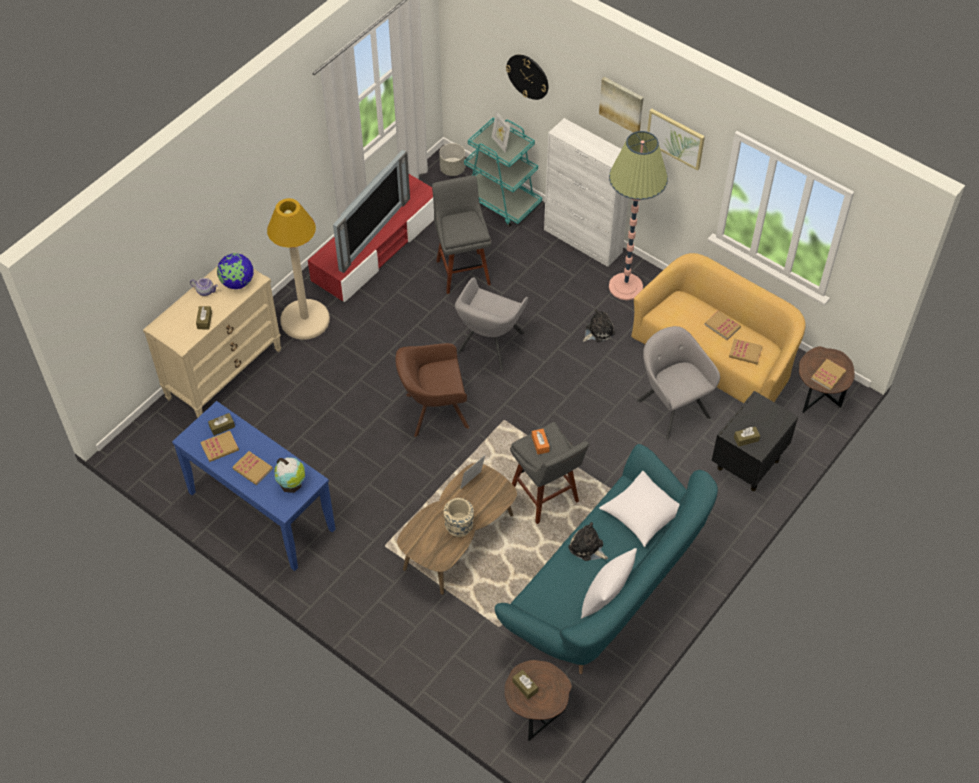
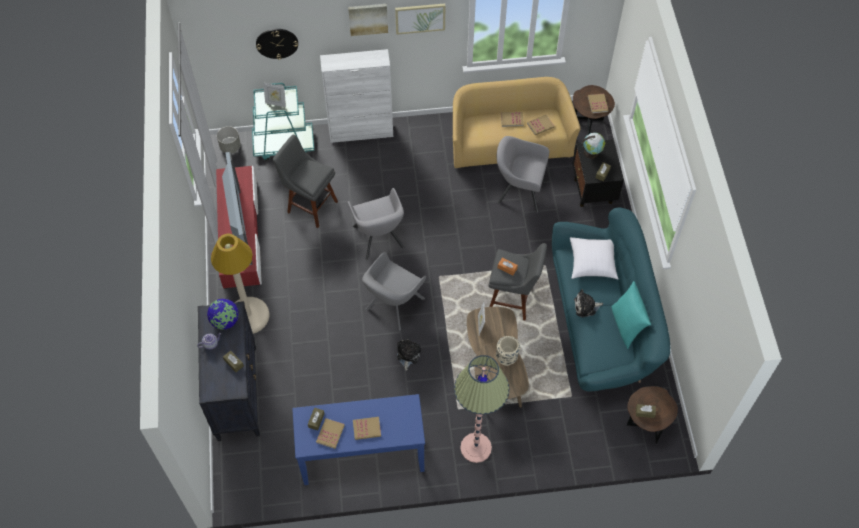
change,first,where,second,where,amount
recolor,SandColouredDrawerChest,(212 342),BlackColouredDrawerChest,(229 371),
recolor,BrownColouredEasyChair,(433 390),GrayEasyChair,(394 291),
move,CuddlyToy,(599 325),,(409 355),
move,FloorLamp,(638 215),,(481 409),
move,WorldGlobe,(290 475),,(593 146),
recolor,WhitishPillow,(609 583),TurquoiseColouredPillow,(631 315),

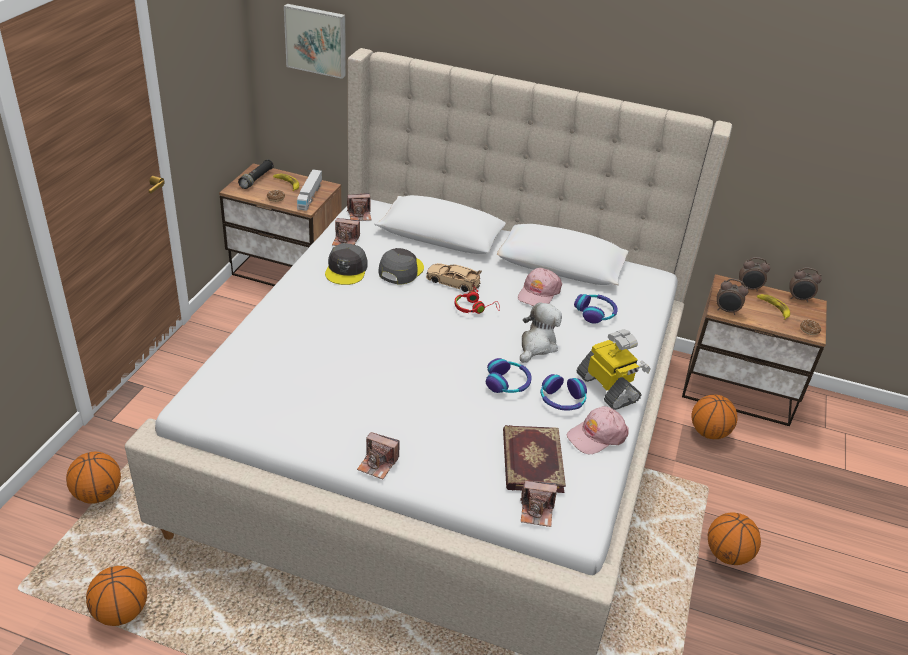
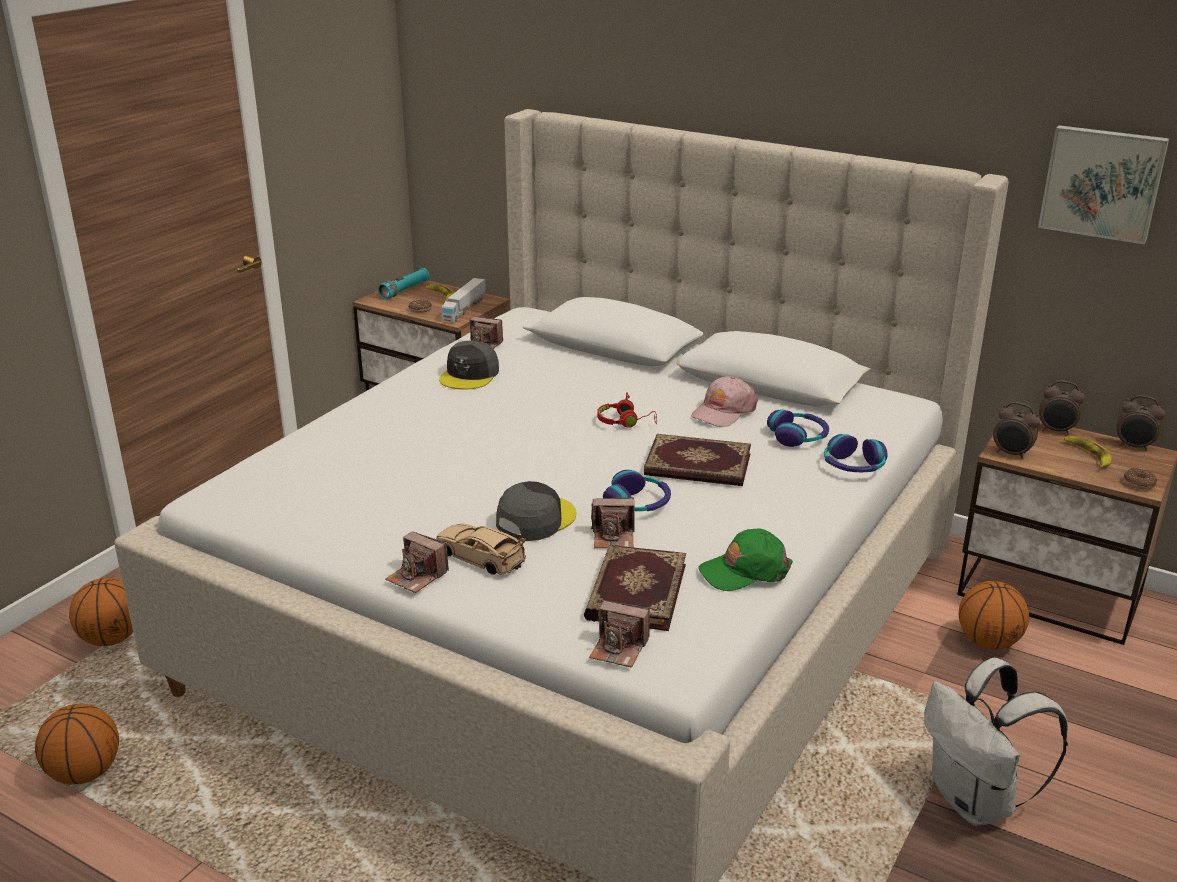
change,first,where,second,where,amount
recolor,BlackColouredTorch,(256 174),TurquoiseColouredTorch,(404 283),
move,SandColouredToyCar,(454 277),,(481 549),
move,GrayPeakedCap,(401 266),,(536 511),
move,PhotoCamera,(359 207),,(613 522),
replace,CuddlyToy,(541 332),Book,(697 460),
recolor,PinkColouredPeakedCap,(597 430),GreenPeakedCap,(745 560),
move,PairOfHeadphones,(564 392),,(856 453),
replace,BallForBasketball,(734 538),WhitishKnapsack,(996 742),
move,WallArt,(315 41),,(1103 184),
delete,RobotFigure,(614 369),,,

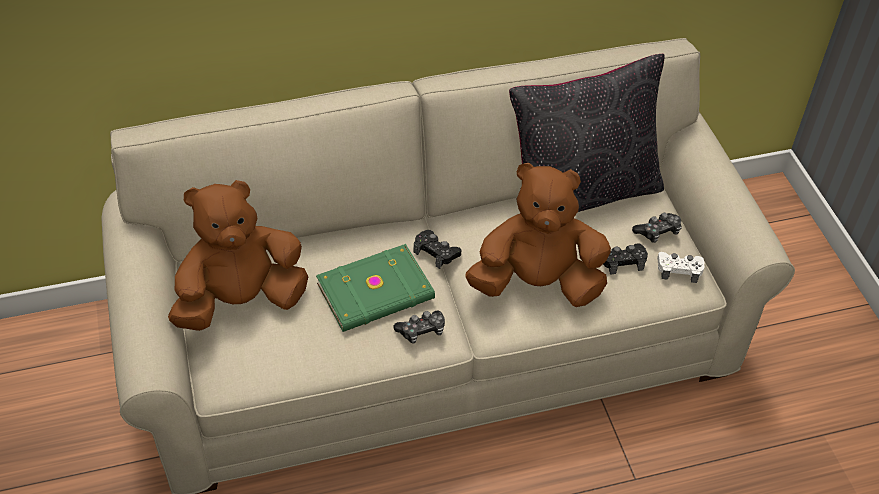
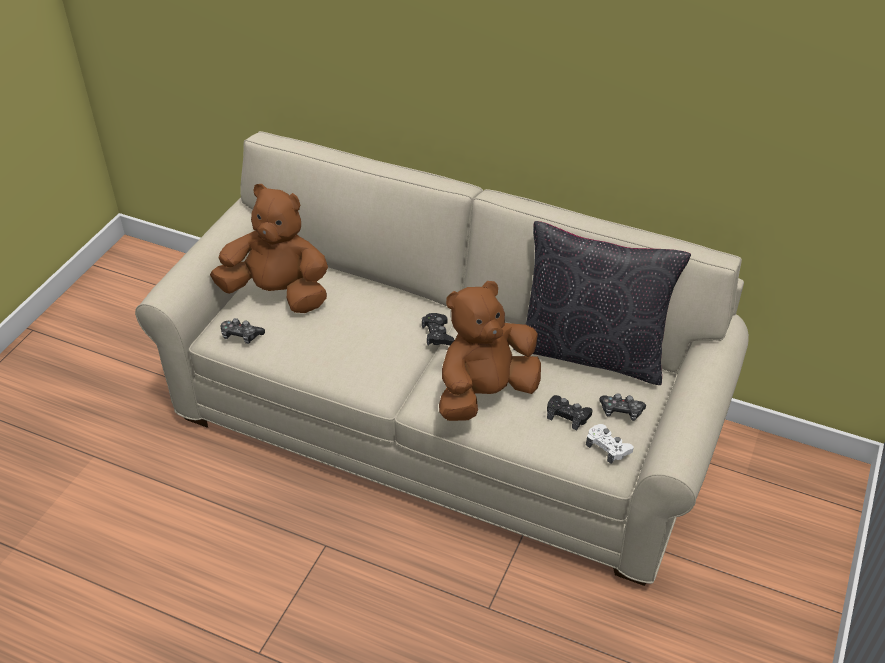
change,first,where,second,where,amount
move,Gamepad,(419 327),,(243 331),
rotate,BrownColouredCuddlyToy,(538 235),,(490 351),75 degrees counterclockwise
delete,GreenBook,(375 288),,,

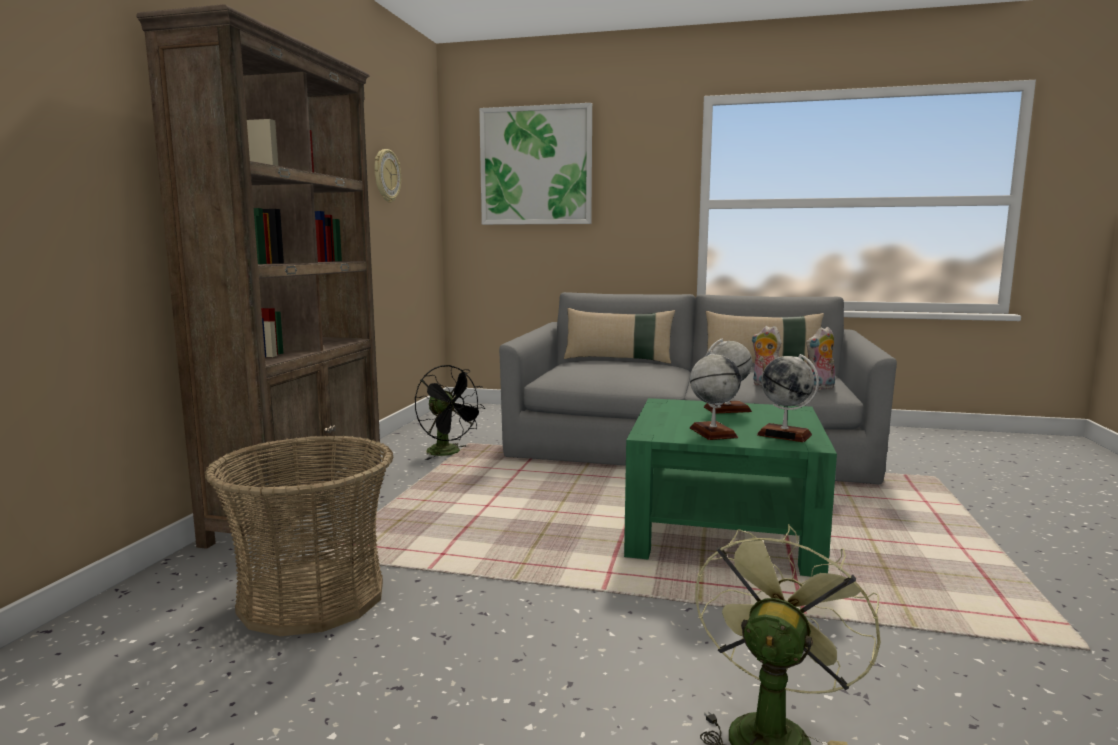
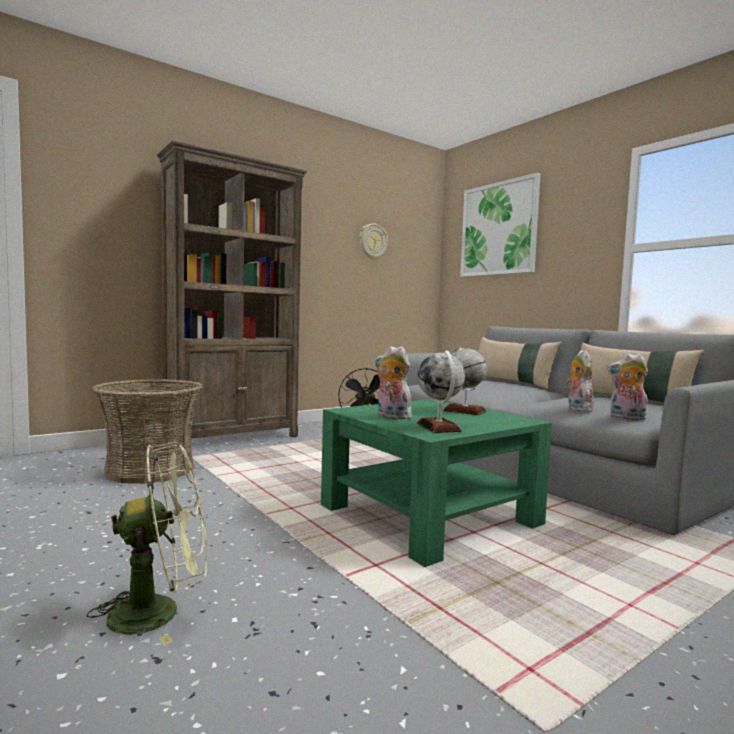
change,first,where,second,where,amount
replace,WorldGlobe,(715 395),CuddlyToy,(393 382),

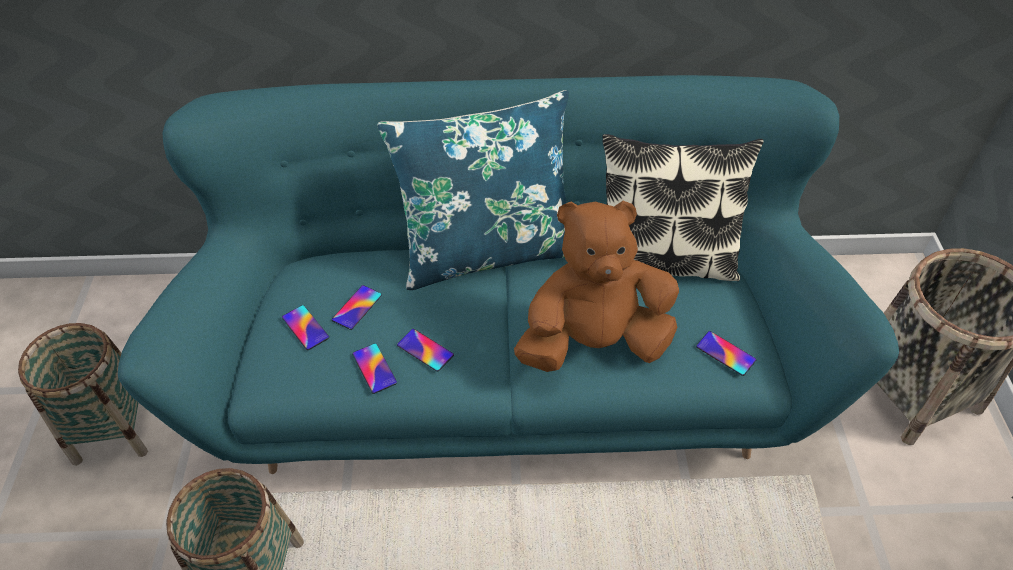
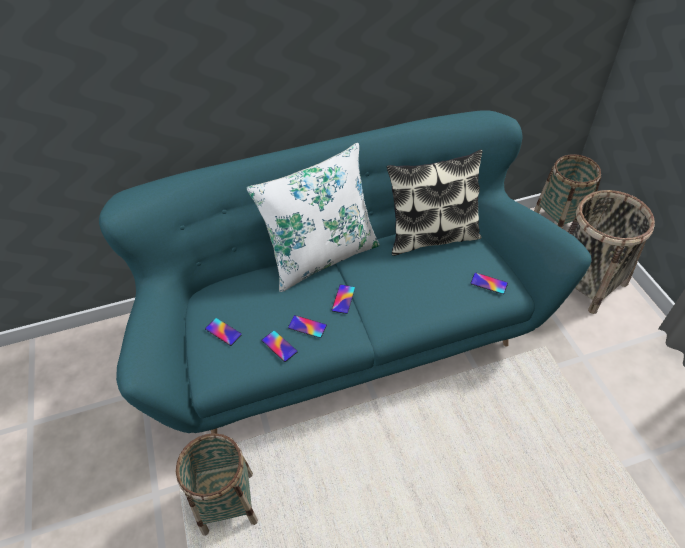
change,first,where,second,where,amount
recolor,BluishPillow,(473 190),WhitishPillow,(313 217),
move,Phone,(357 307),,(343 299),
move,Basket,(83 394),,(567 191),
delete,BrownColouredCuddlyToy,(596 286),,,

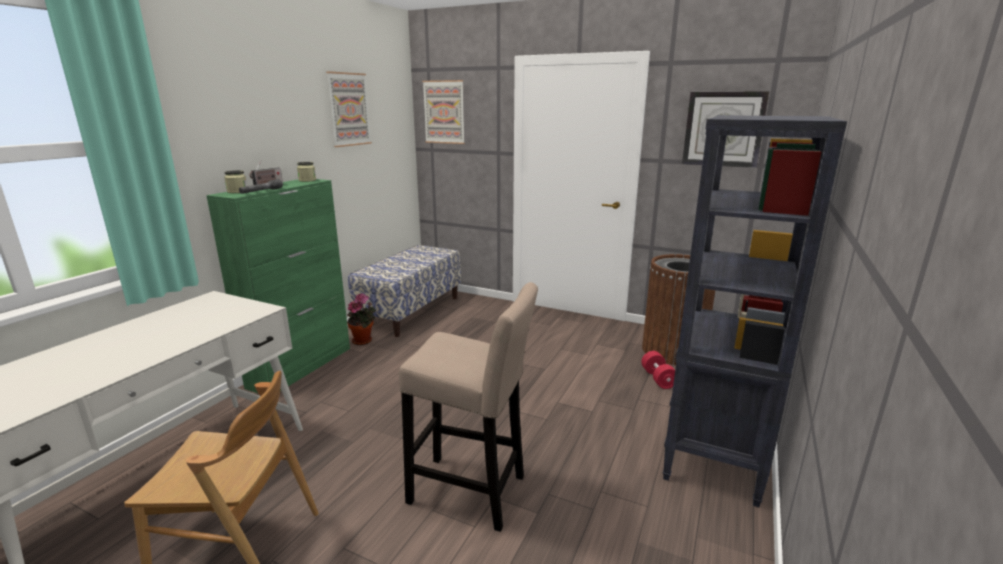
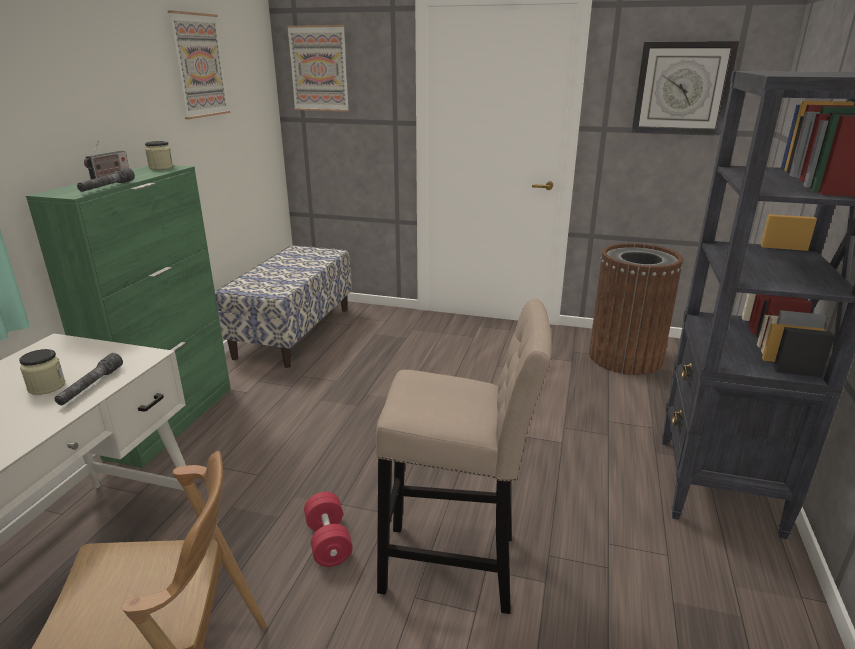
change,first,where,second,where,amount
move,Jar,(235 181),,(42 372),
insert,,,GrayTorch,(89 379),
move,RedFreeWeight,(658 370),,(328 529),
delete,PlantInAPot,(361 319),,,

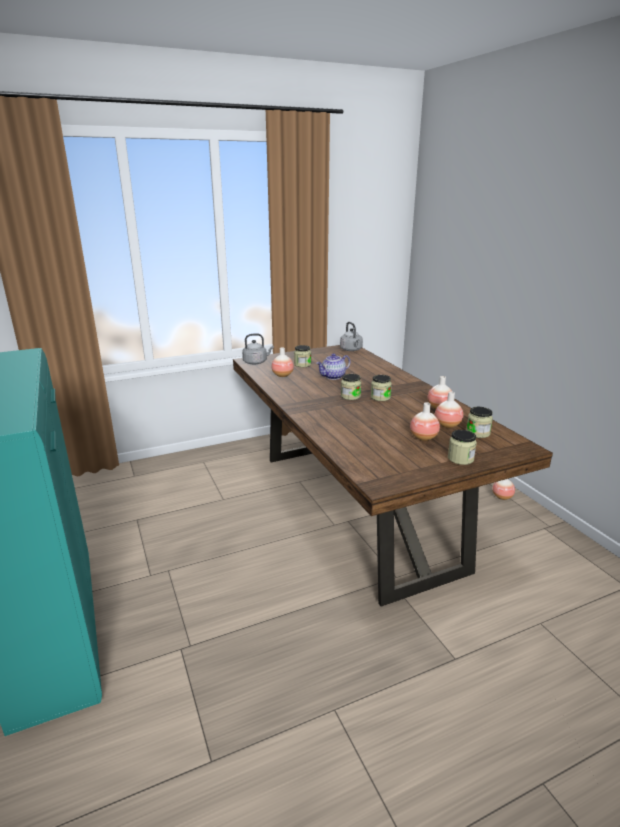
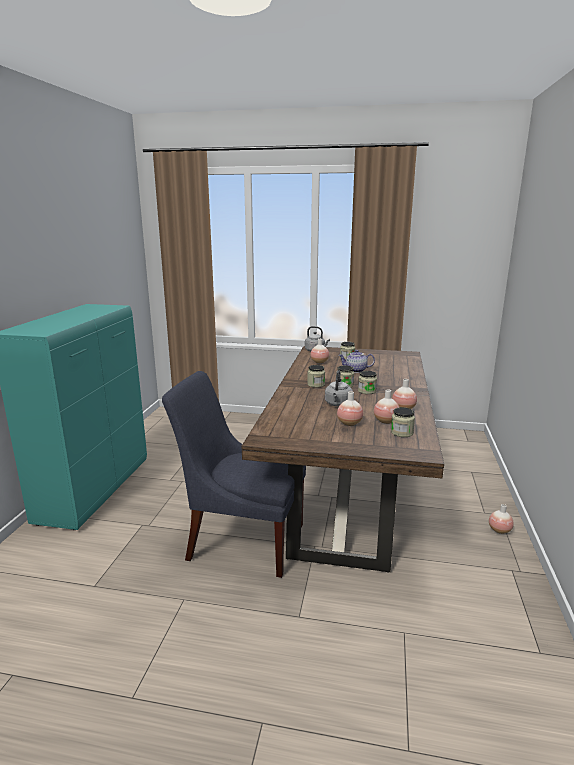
change,first,where,second,where,amount
insert,,,BluishUprightChair,(234 474),
move,Jar,(462 447),,(316 376),
move,GrayTeaKettle,(351 336),,(339 388),

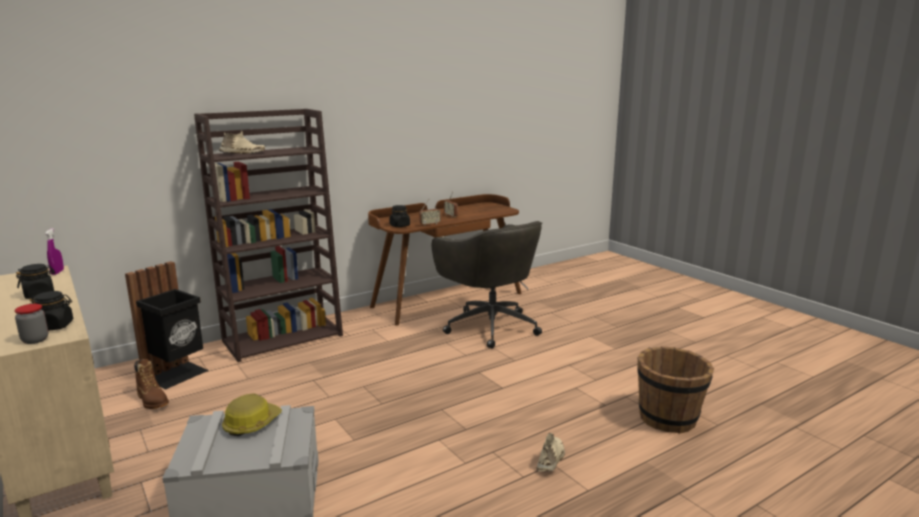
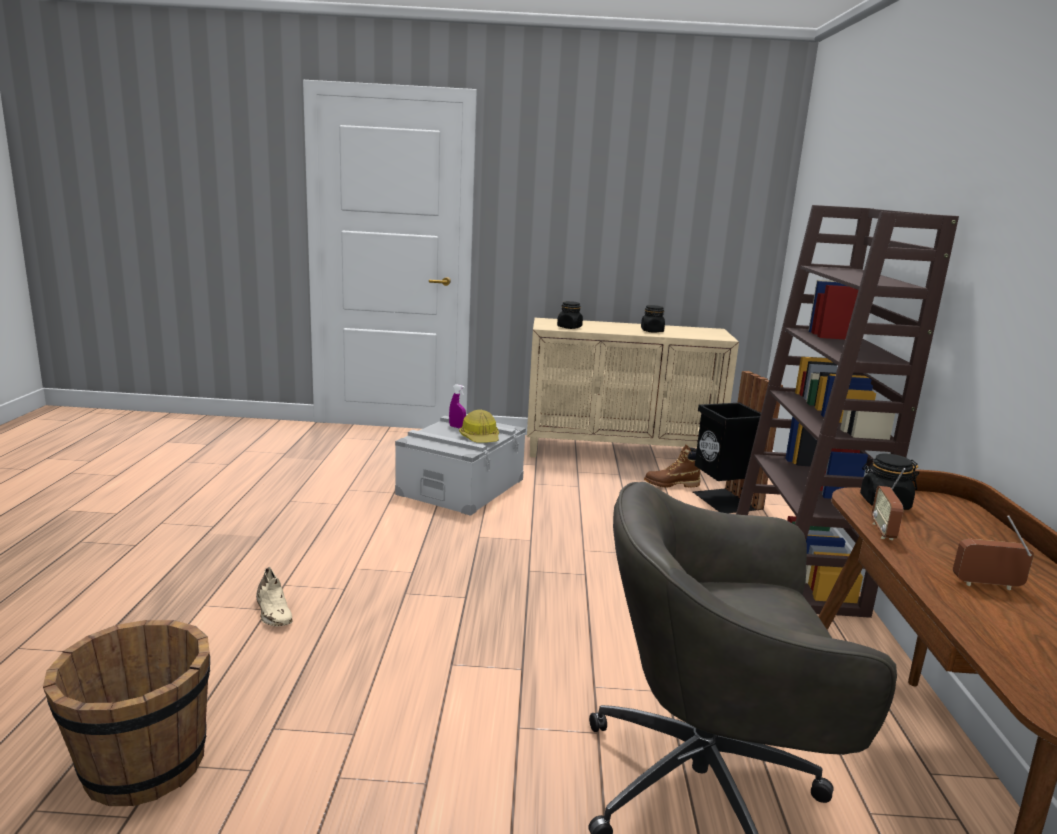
change,first,where,second,where,amount
move,PurpleSprayBottle,(54 251),,(457 406),
delete,Jar,(31 324),,,
delete,SandColouredItemOfFootwear,(242 142),,,

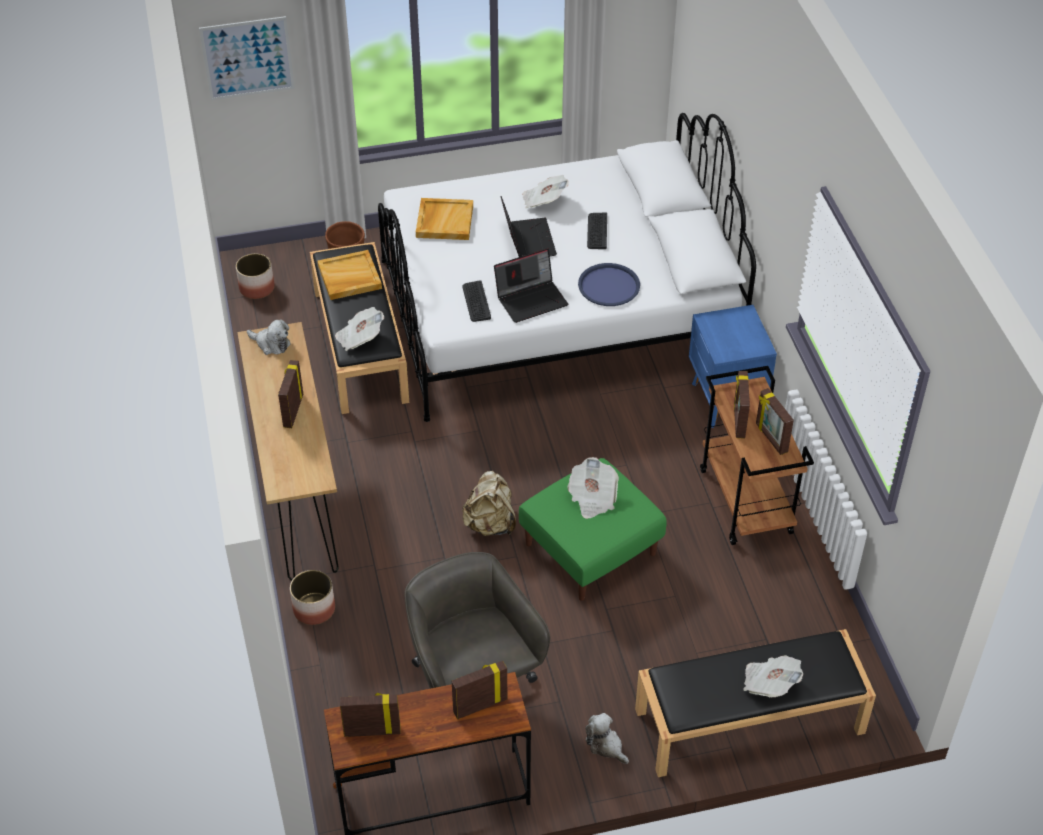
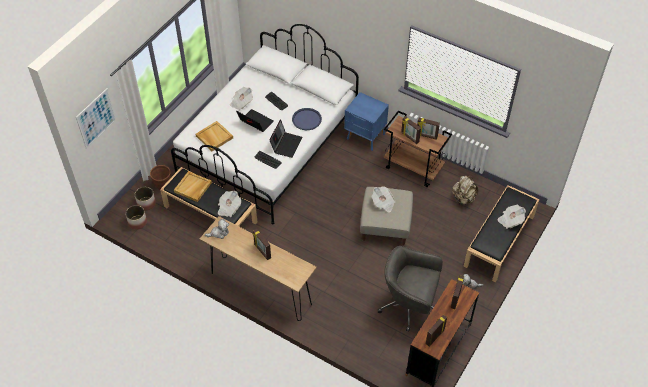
change,first,where,second,where,amount
move,FlowerPot,(312 597),,(145 199),
recolor,GreenPouffe,(593 529),SandColouredPouffe,(386 216),
move,SandColouredKnapsack,(489 503),,(465 190),

